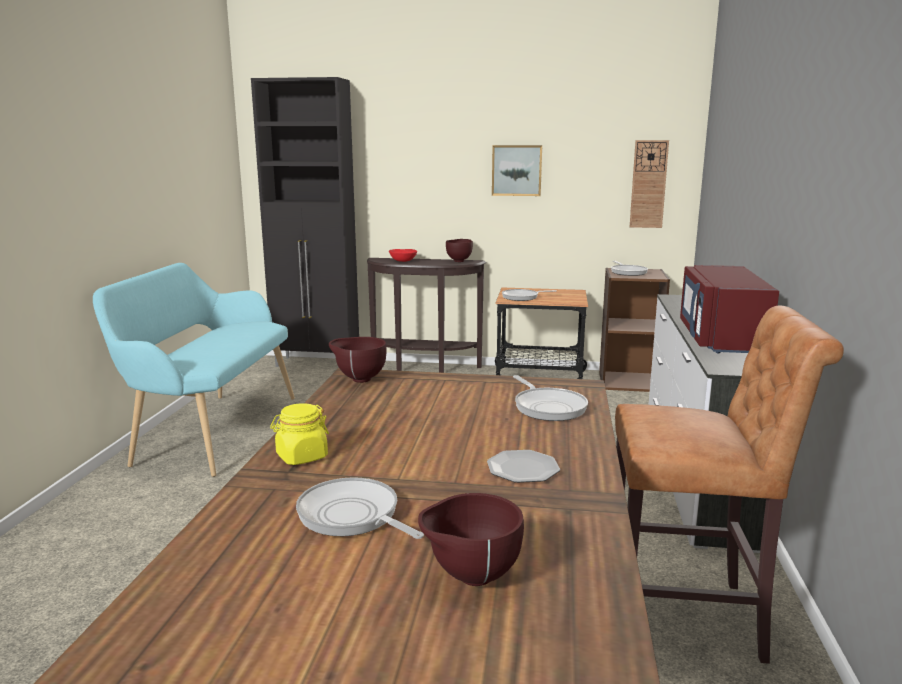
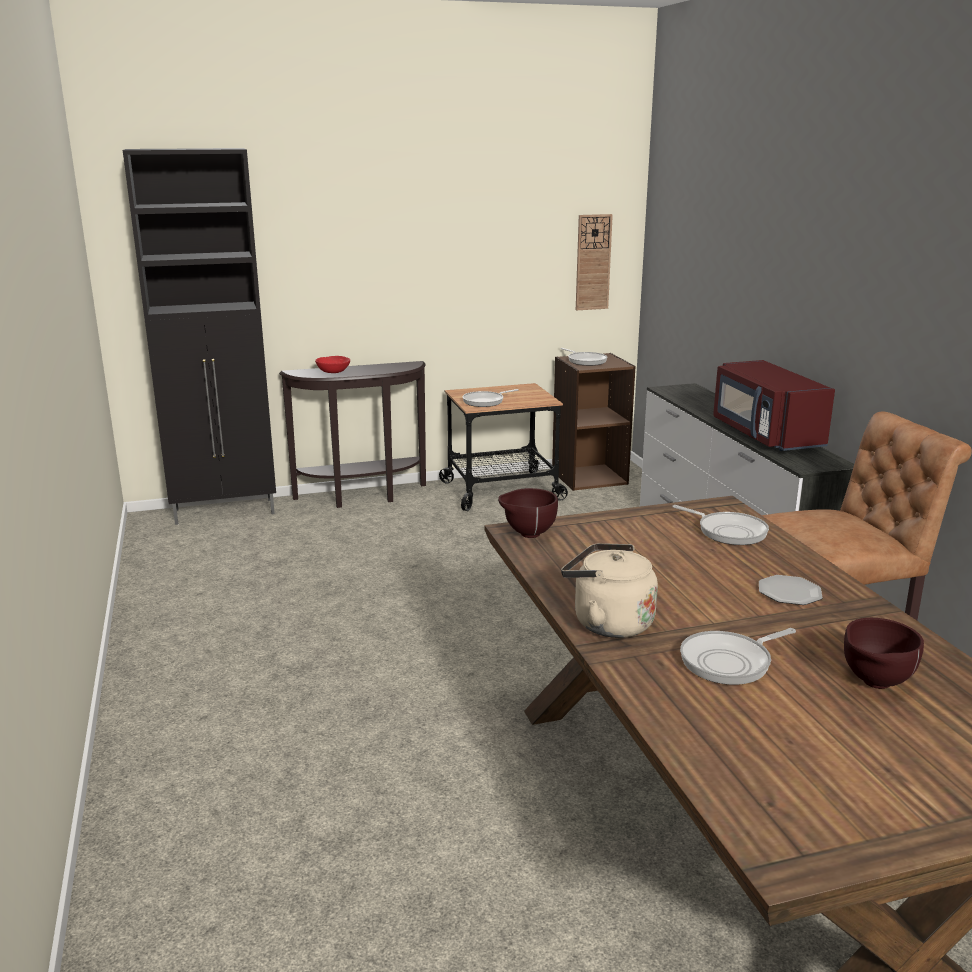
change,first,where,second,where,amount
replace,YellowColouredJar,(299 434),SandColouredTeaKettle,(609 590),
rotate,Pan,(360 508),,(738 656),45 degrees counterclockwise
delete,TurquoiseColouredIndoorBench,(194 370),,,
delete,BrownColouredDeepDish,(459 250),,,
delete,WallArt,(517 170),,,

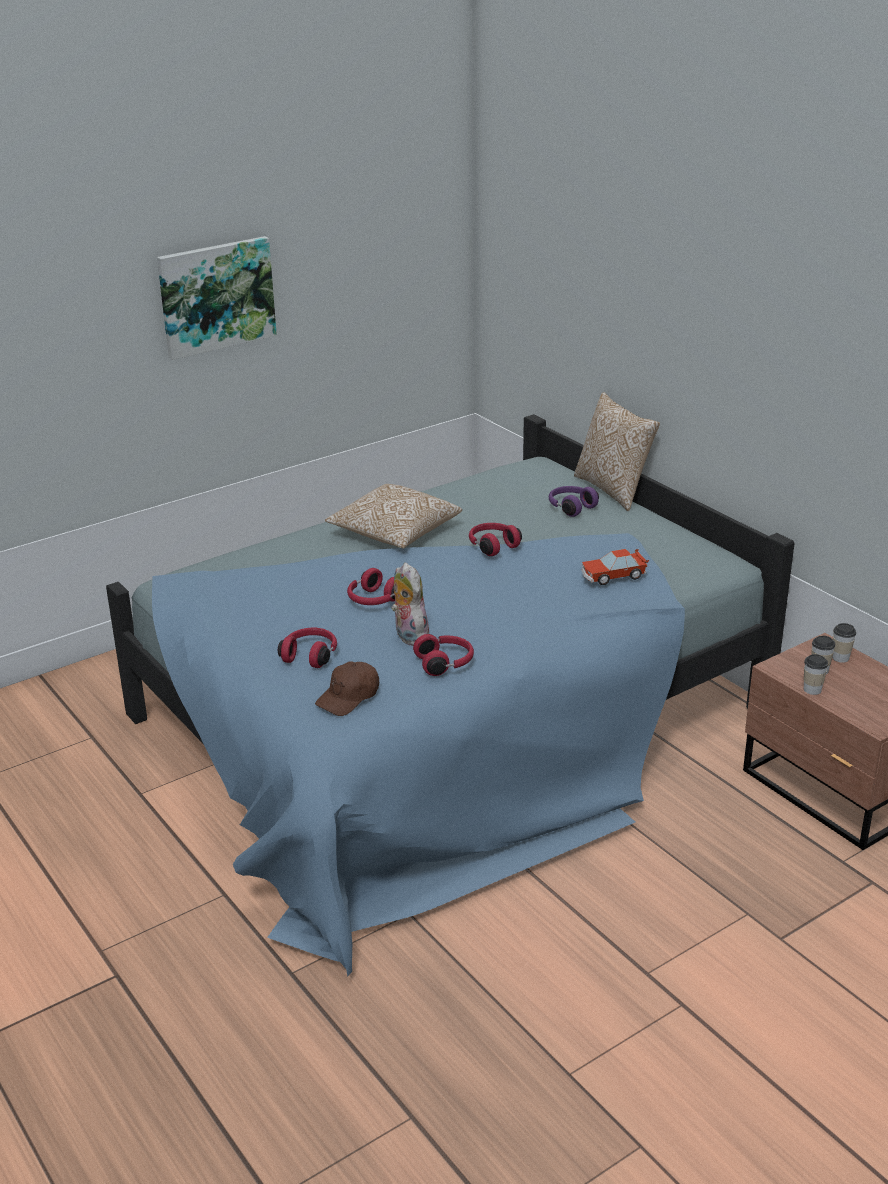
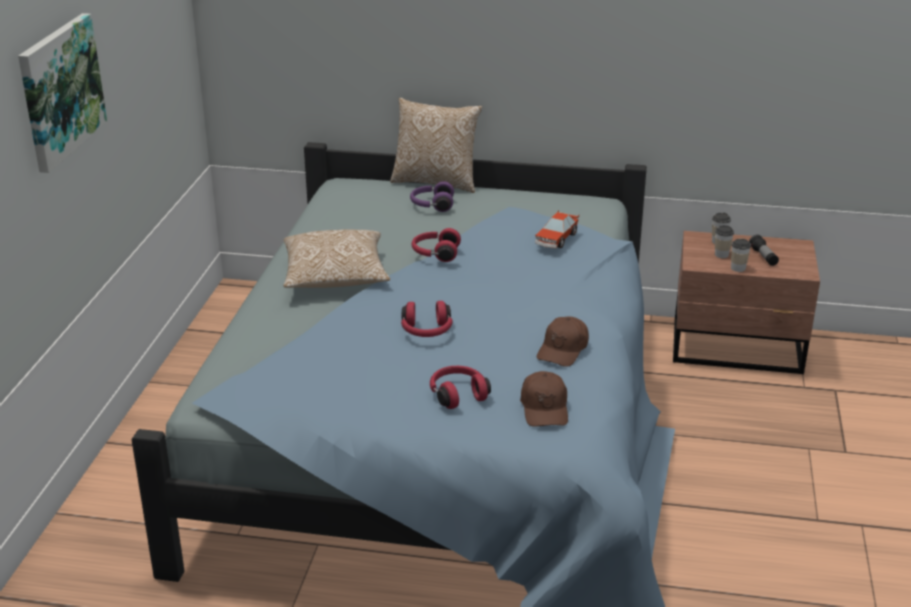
change,first,where,second,where,amount
replace,RedPairOfHeadphones,(443 655),BrownColouredPeakedCap,(563 342),
insert,,,Torch,(764 250),
delete,CuddlyToy,(410 604),,,

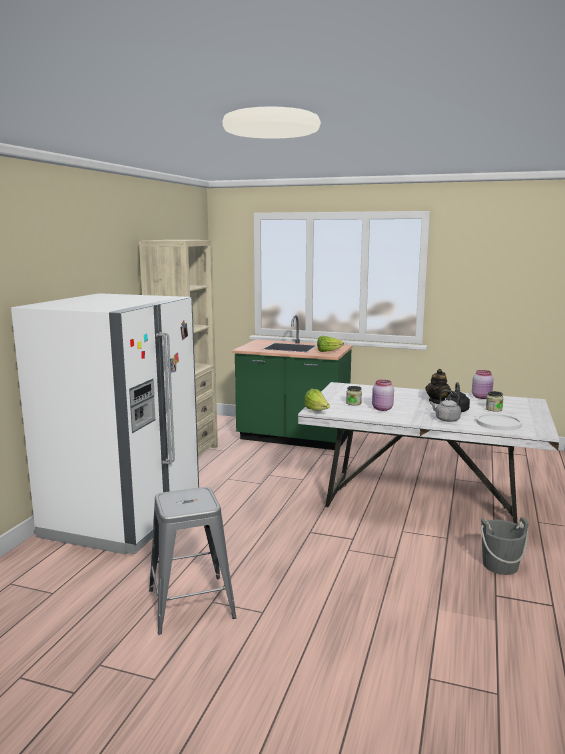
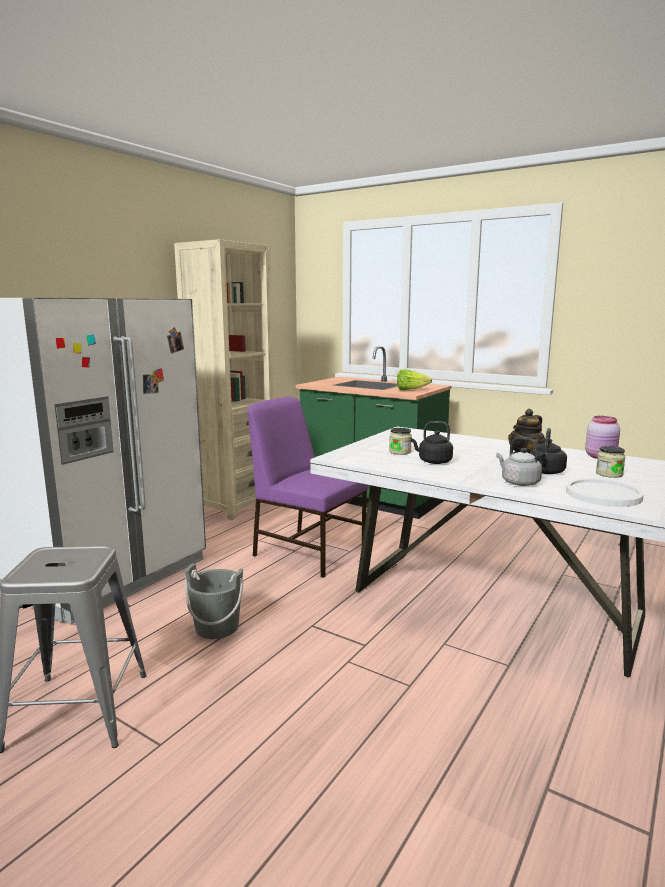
change,first,where,second,where,amount
move,GrayWaterBucket,(505 546),,(214 601),
insert,,,PurpleUprightChair,(308 487),
replace,PinkColouredJar,(383 395),BlackColouredTeaKettle,(432 442),
delete,LettuceHead,(317 400),,,

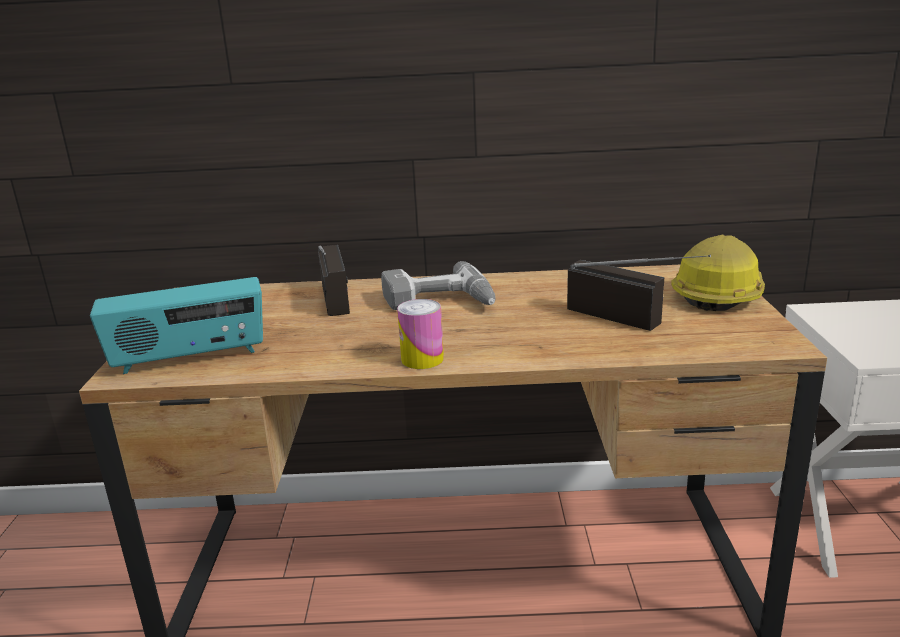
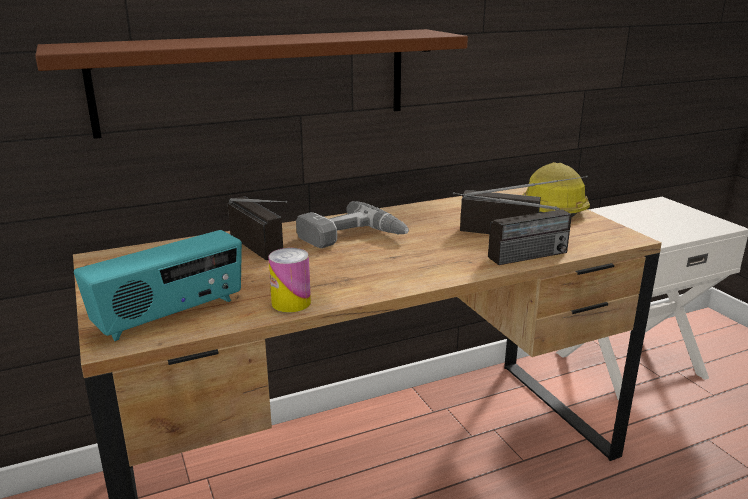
change,first,where,second,where,amount
insert,,,BrownColouredBracketShelf,(251 84),
move,SealedCan,(420 334),,(289 280),
insert,,,Radio,(512 228),

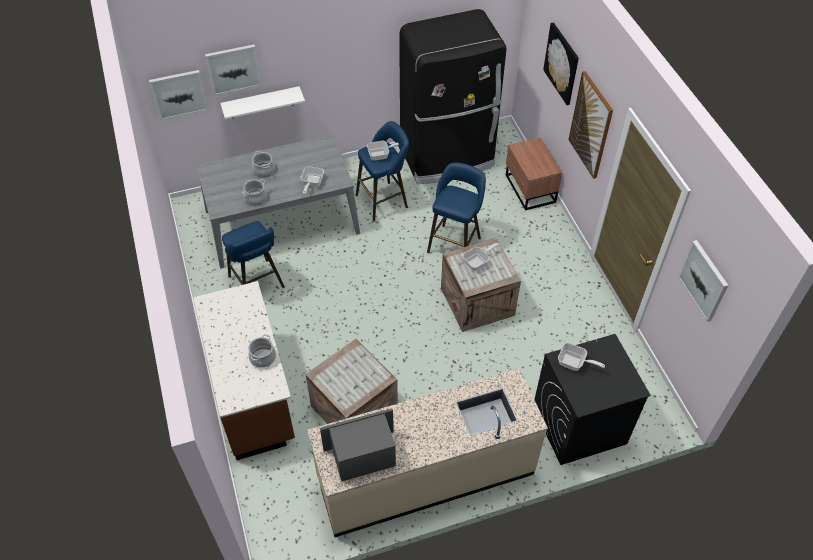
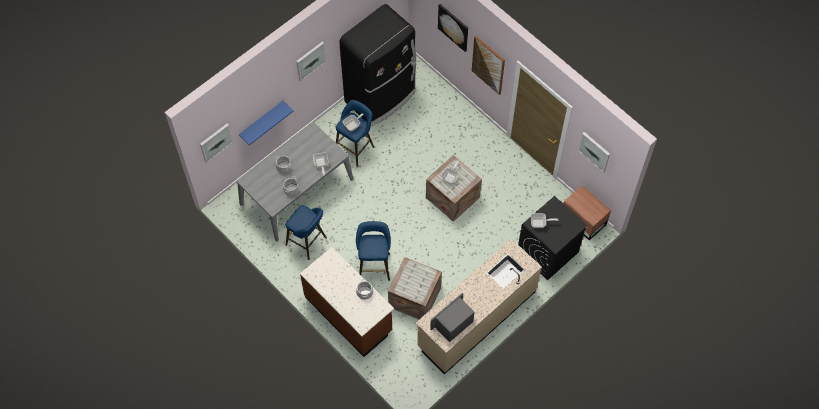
change,first,where,second,where,amount
recolor,WhitishBracketShelf,(262 102),BluishBracketShelf,(266 123),
move,WallArt,(233 70),,(311 61),
move,BluishStool,(456 207),,(373 251),
move,BrownColouredBedsideTable,(534 173),,(587 212),

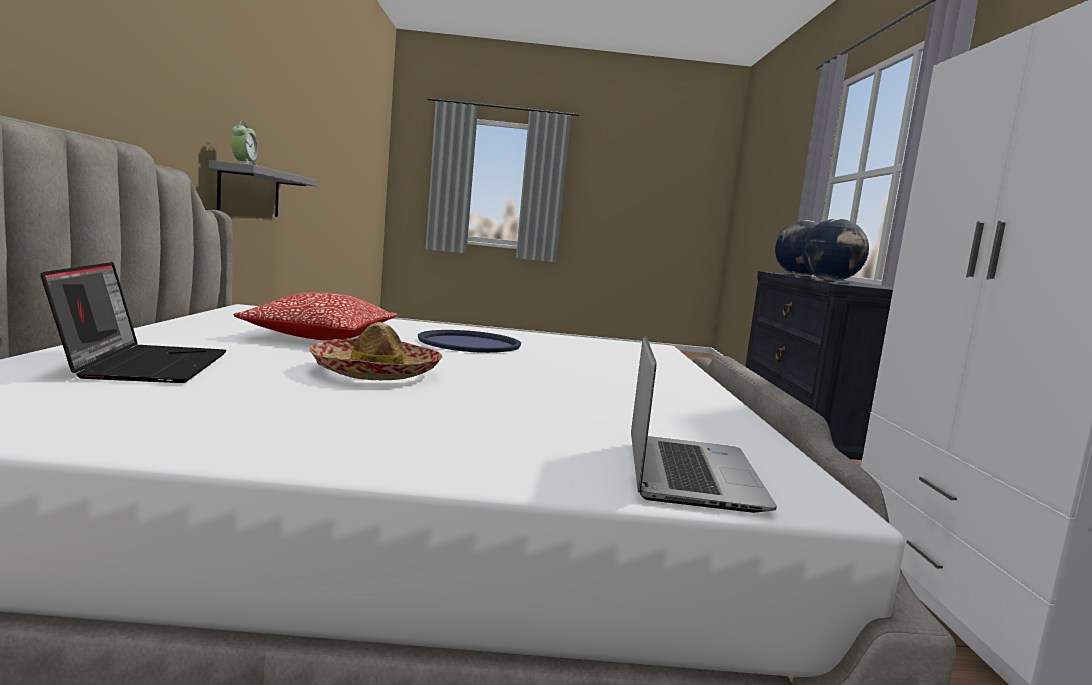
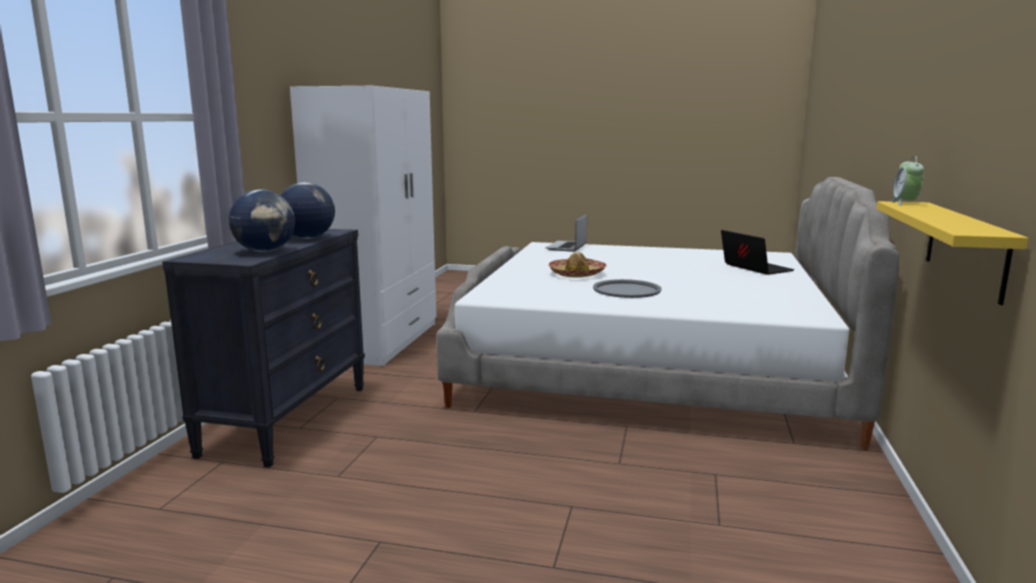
change,first,where,second,where,amount
move,WearableHat,(376 351),,(577 264),
recolor,BluishTray,(469 341),GrayTray,(627 288),
rotate,NotebookComputer,(133 322),,(757 252),150 degrees clockwise
recolor,GrayBracketShelf,(263 188),YellowColouredBracketShelf,(952 253),
delete,Pillow,(315 316),,,

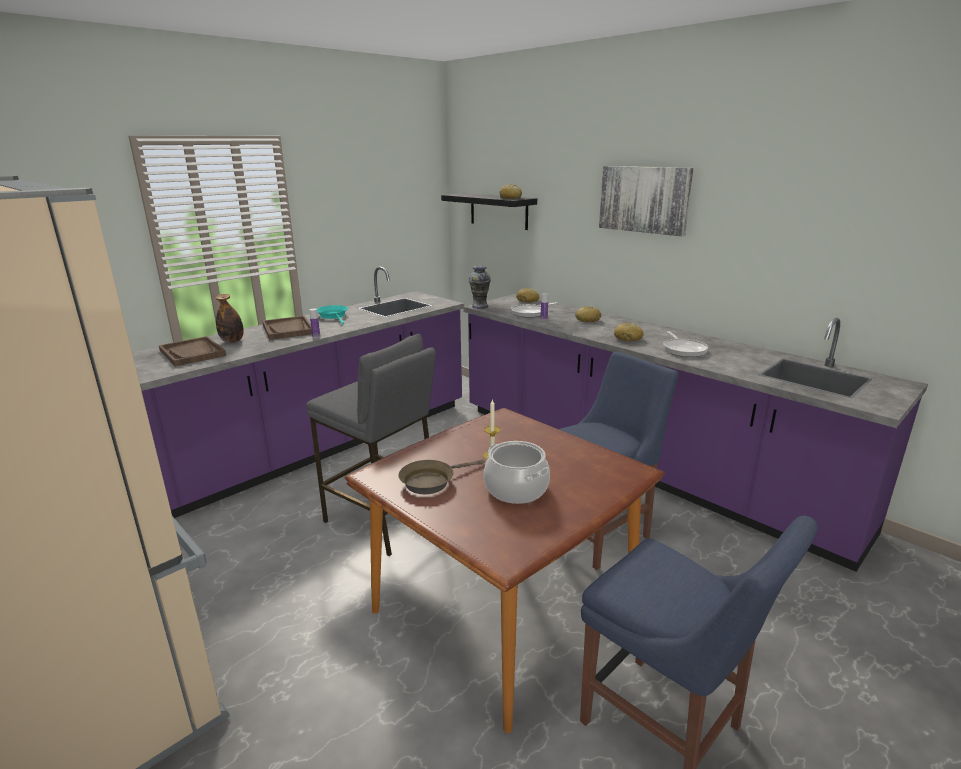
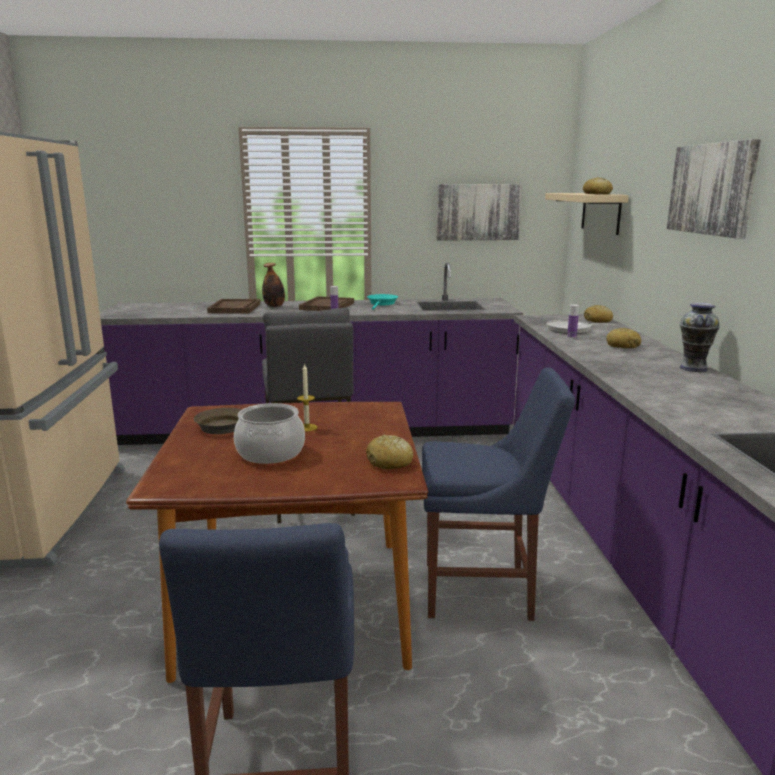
change,first,where,second,where,amount
move,BakedBread,(629 332),,(389 452),
insert,,,WallArt,(479 212),
recolor,BlackColouredBracketShelf,(489 211),SandColouredBracketShelf,(587 214),
move,FlowerVase,(479 287),,(700 337),
delete,Pan,(685 344),,,

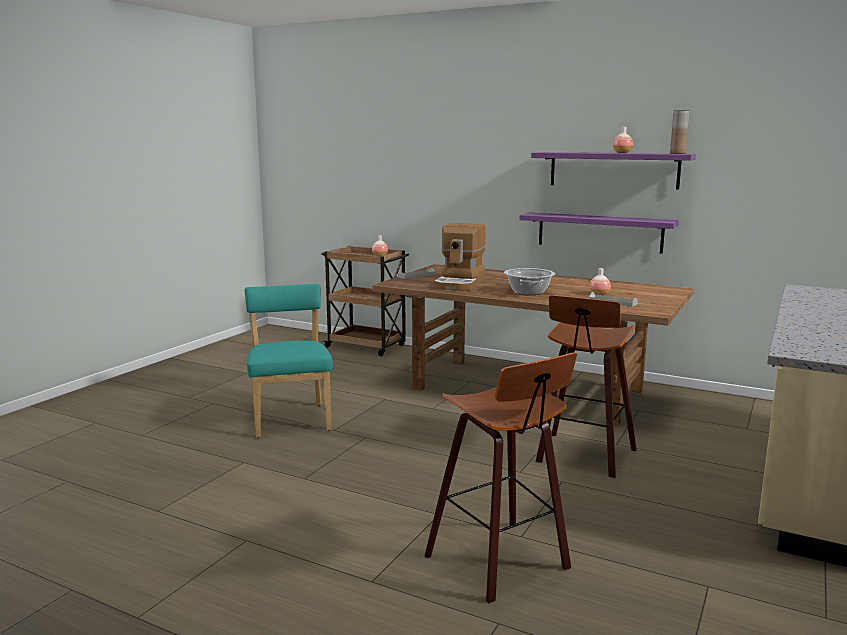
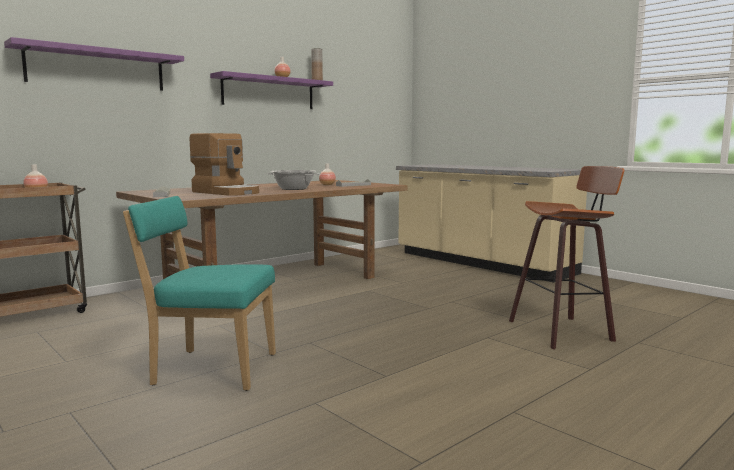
change,first,where,second,where,amount
move,PurpleBracketShelf,(599 233),,(94 64),
delete,Stool,(586 386),,,

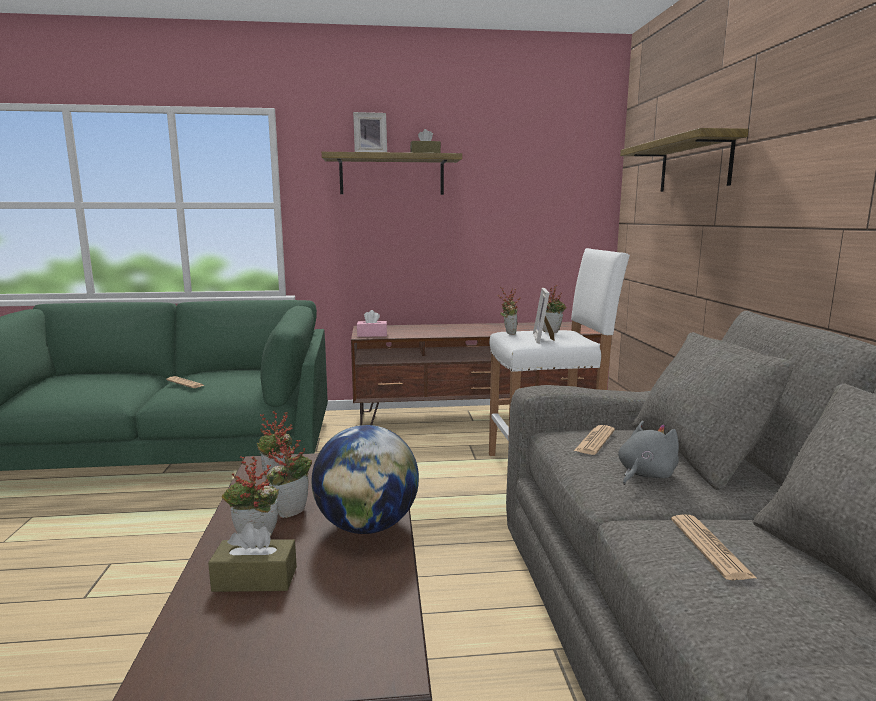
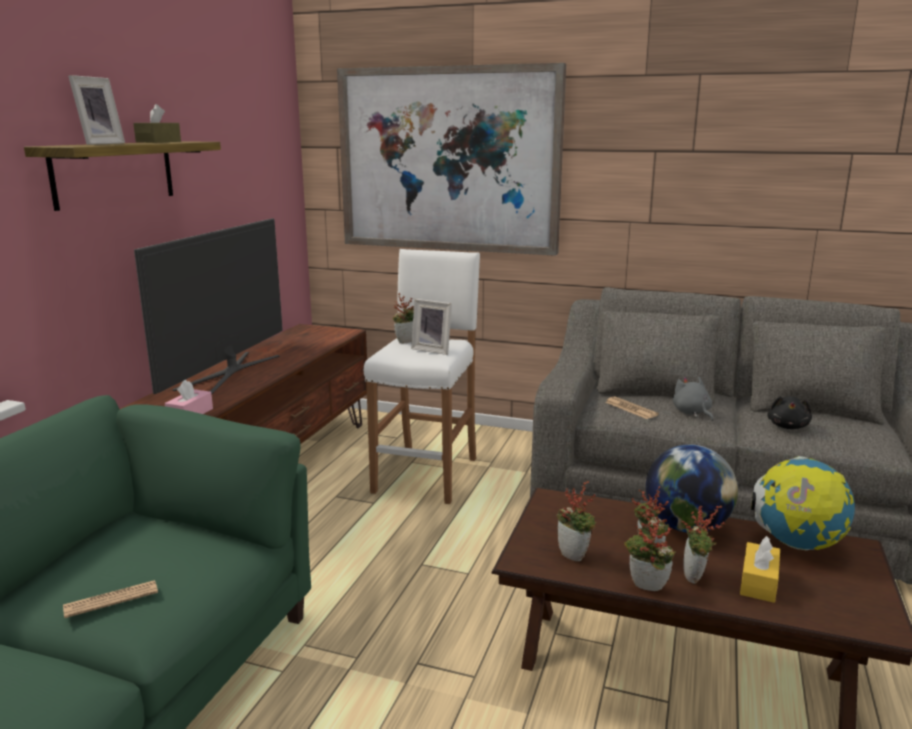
change,first,where,second,where,amount
insert,,,Tv,(208 306),
replace,BracketShelf,(684 160),WallArt,(451 159),
move,PlantInAPot,(509 311),,(650 552),
recolor,BrownColouredTissueHolder,(252 557),YellowColouredTissueHolder,(760 569),
insert,,,WorldGlobe,(803 503),
replace,DailyPaper,(713 547),BlackColouredCuddlyToy,(789 412),

